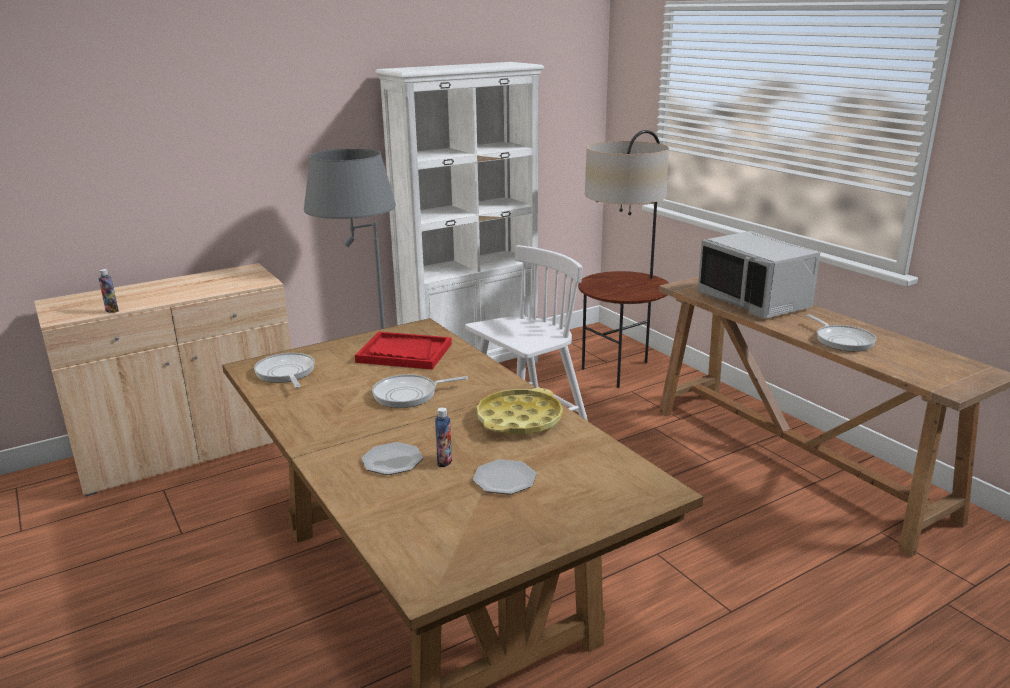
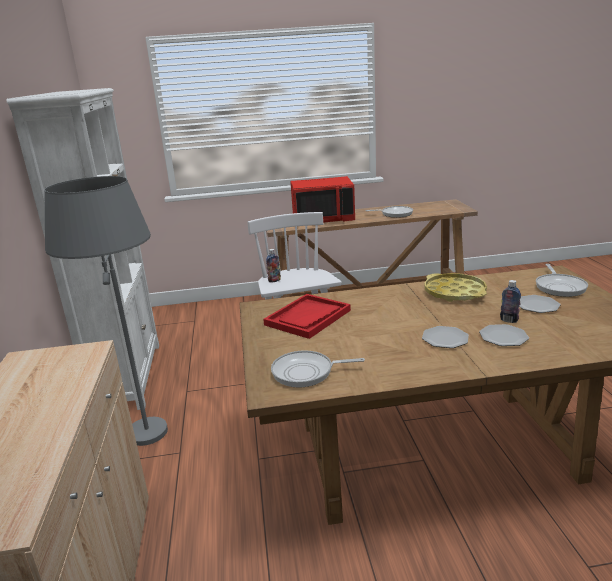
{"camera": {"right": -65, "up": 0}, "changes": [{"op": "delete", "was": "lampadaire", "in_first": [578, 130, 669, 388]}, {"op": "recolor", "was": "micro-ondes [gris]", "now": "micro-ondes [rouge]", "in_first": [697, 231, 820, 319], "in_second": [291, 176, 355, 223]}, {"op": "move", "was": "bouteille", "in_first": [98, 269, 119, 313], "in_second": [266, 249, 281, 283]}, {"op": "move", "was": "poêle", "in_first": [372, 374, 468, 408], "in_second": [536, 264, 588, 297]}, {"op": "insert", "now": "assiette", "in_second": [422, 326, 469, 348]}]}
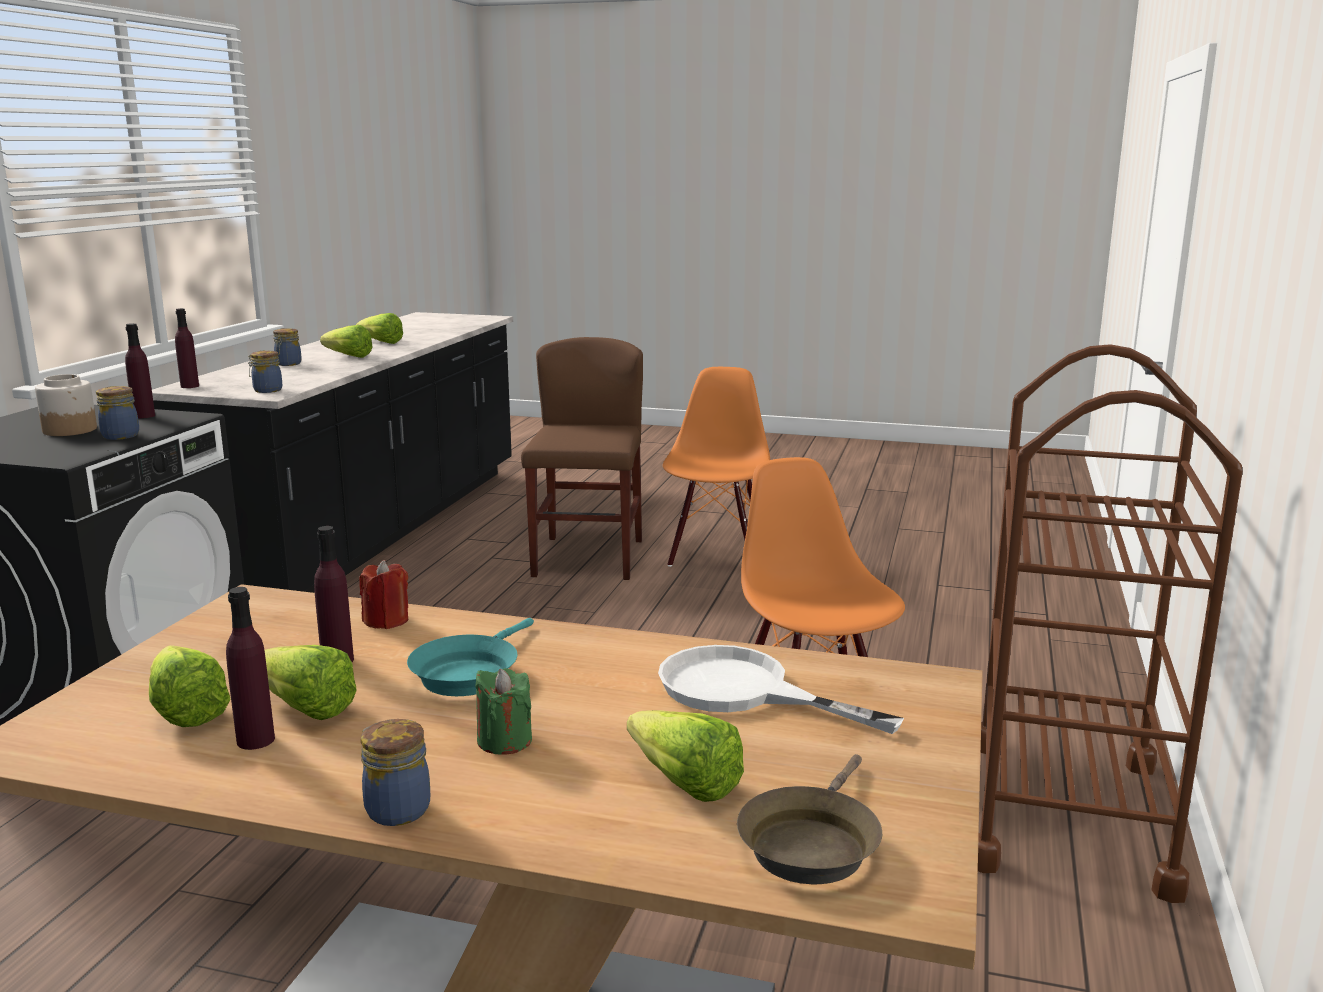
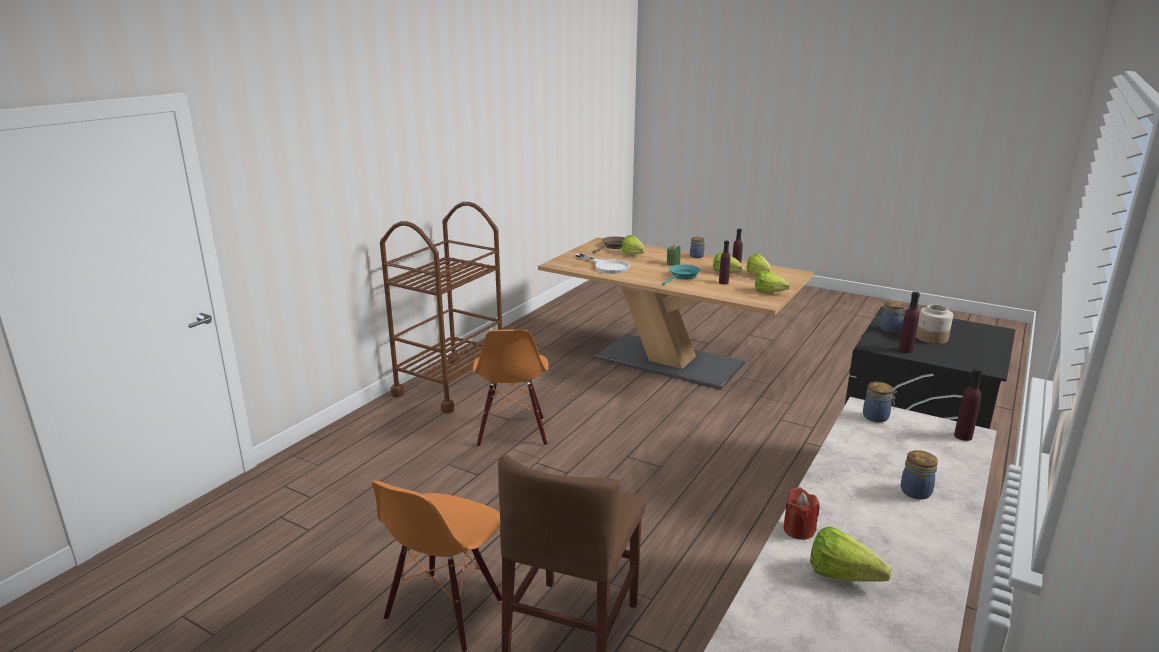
{"camera": {"right": -165, "up": 5}, "changes": [{"op": "move", "was": "laitue", "in_first": [320, 325, 373, 358], "in_second": [755, 270, 791, 293]}, {"op": "move", "was": "bougie [rouge]", "in_first": [359, 560, 408, 629], "in_second": [783, 487, 820, 540]}]}
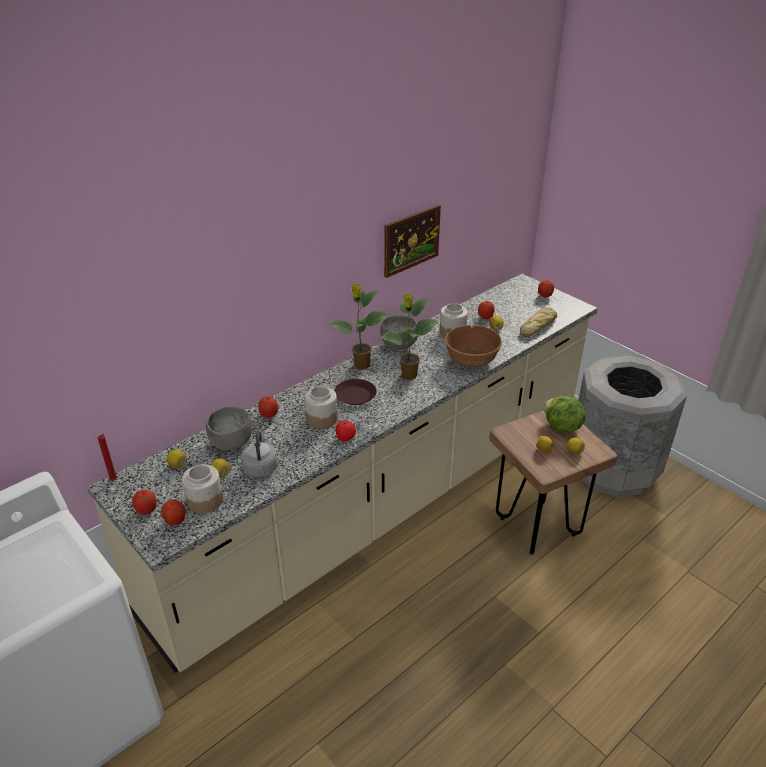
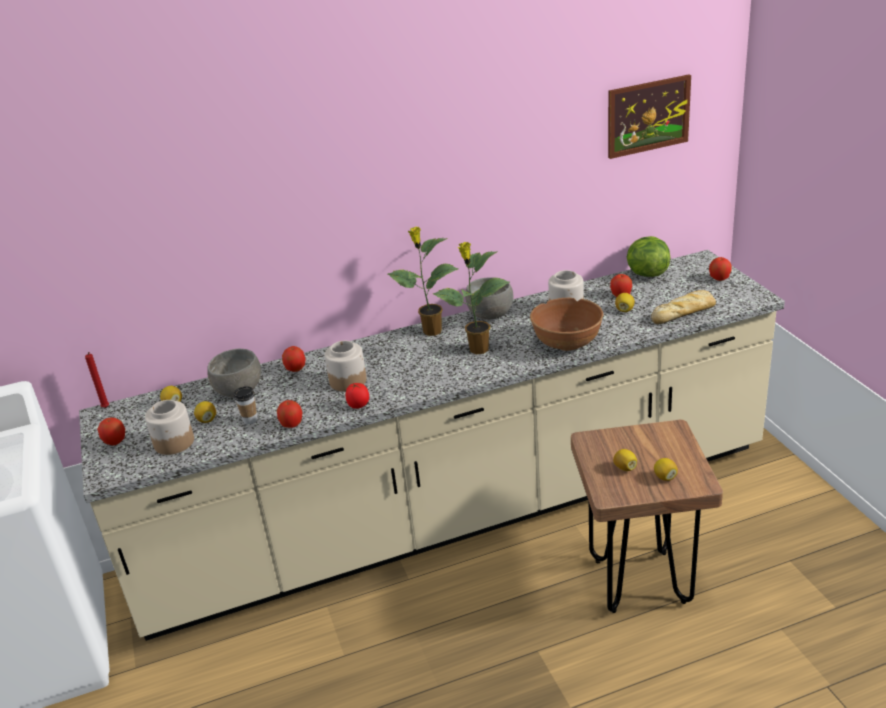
{"camera": {"right": 25, "up": -5}, "changes": [{"op": "move", "was": "tableau", "in_first": [384, 205, 441, 278], "in_second": [608, 74, 691, 159]}, {"op": "delete", "was": "poubelle [gris]", "in_first": [578, 355, 687, 497]}, {"op": "delete", "was": "assiette [marron]", "in_first": [334, 379, 377, 405]}, {"op": "move", "was": "laitue", "in_first": [543, 396, 586, 432], "in_second": [627, 236, 671, 277]}, {"op": "replace", "was": "bouilloire [gris]", "now": "tasse", "in_first": [241, 431, 278, 478], "in_second": [234, 386, 257, 424]}, {"op": "move", "was": "pomme", "in_first": [161, 500, 186, 526], "in_second": [277, 400, 302, 428]}]}
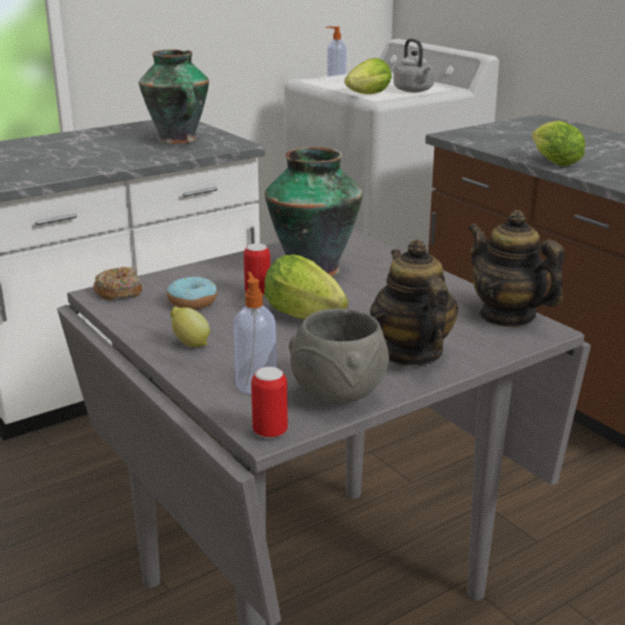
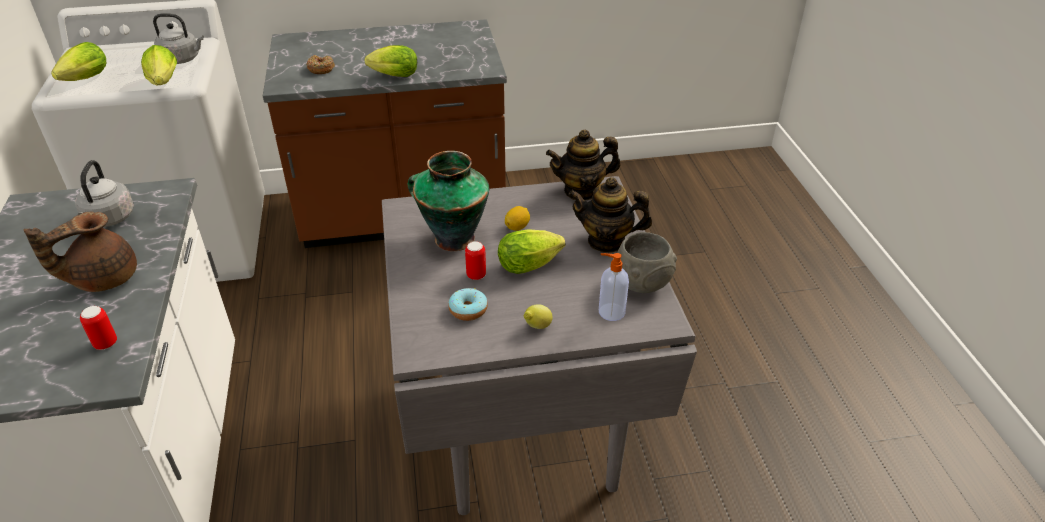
{"camera": {"right": -65, "up": 15}, "changes": [{"op": "replace", "was": "distributeur de savon", "now": "laitue", "in_first": [326, 26, 347, 83], "in_second": [51, 42, 106, 81]}, {"op": "replace", "was": "vase", "now": "bouilloire [gris]", "in_first": [139, 49, 209, 144], "in_second": [75, 160, 134, 227]}, {"op": "move", "was": "beignet", "in_first": [94, 267, 142, 301], "in_second": [307, 55, 335, 74]}, {"op": "move", "was": "boîte métallique", "in_first": [251, 367, 288, 438], "in_second": [80, 306, 117, 350]}, {"op": "insert", "now": "citron", "in_second": [505, 206, 530, 231]}, {"op": "insert", "now": "théière [marron]", "in_second": [24, 211, 137, 292]}]}
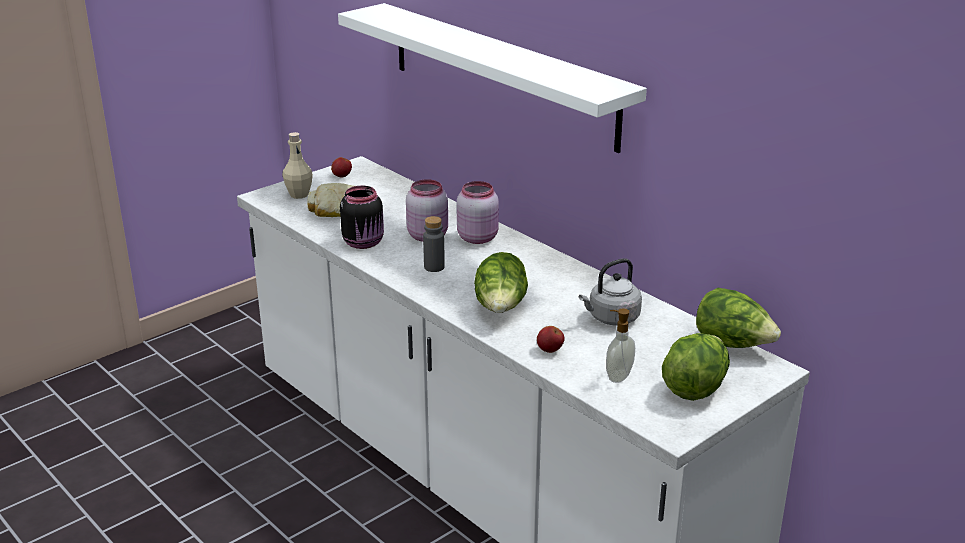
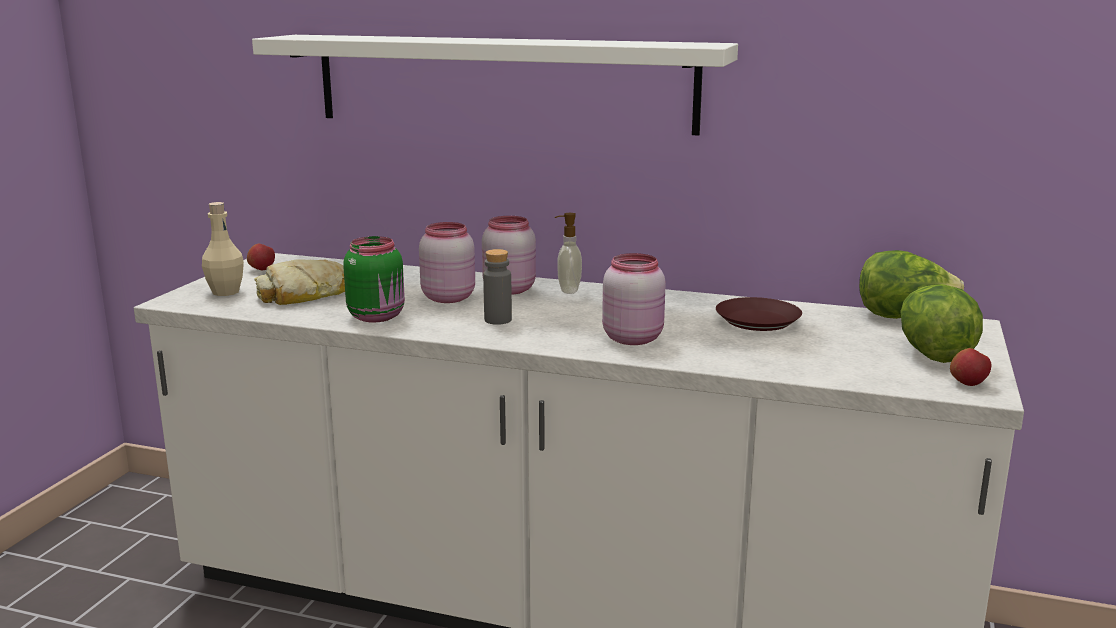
{"camera": {"right": -30, "up": -10}, "changes": [{"op": "recolor", "was": "bocal [noir]", "now": "bocal [vert]", "in_first": [340, 186, 384, 249], "in_second": [343, 236, 405, 322]}, {"op": "replace", "was": "laitue", "now": "bocal [rose]", "in_first": [474, 252, 528, 313], "in_second": [602, 253, 666, 345]}, {"op": "replace", "was": "bouilloire [gris]", "now": "assiette [marron]", "in_first": [579, 258, 642, 326], "in_second": [716, 297, 802, 331]}, {"op": "move", "was": "distributeur de savon", "in_first": [606, 308, 635, 383], "in_second": [555, 213, 582, 294]}, {"op": "move", "was": "pomme", "in_first": [537, 326, 565, 353], "in_second": [950, 348, 991, 386]}]}
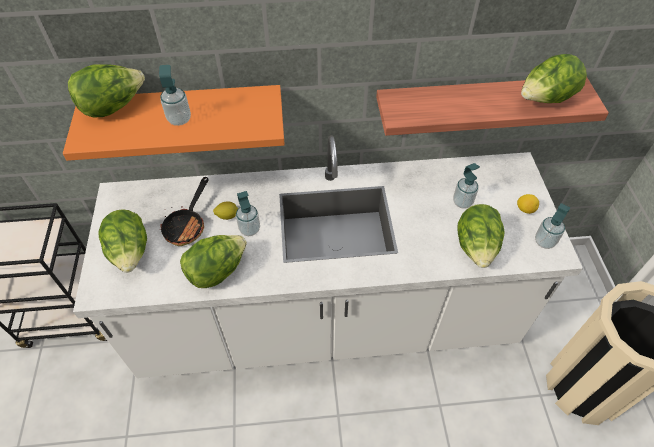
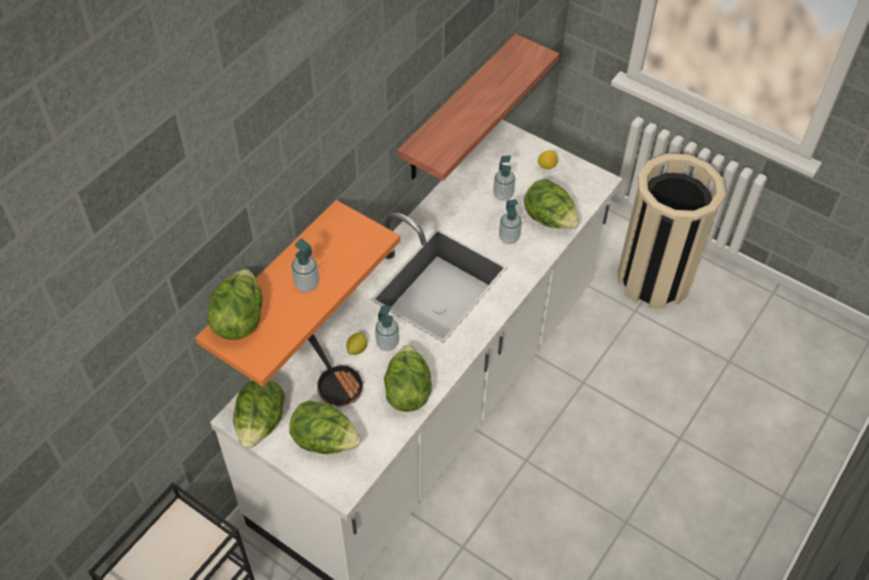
{"camera": {"right": -50, "up": 0}, "changes": [{"op": "move", "was": "laitue", "in_first": [521, 54, 587, 103], "in_second": [233, 380, 285, 448]}, {"op": "move", "was": "distributeur de savon", "in_first": [535, 203, 570, 249], "in_second": [499, 199, 522, 244]}]}
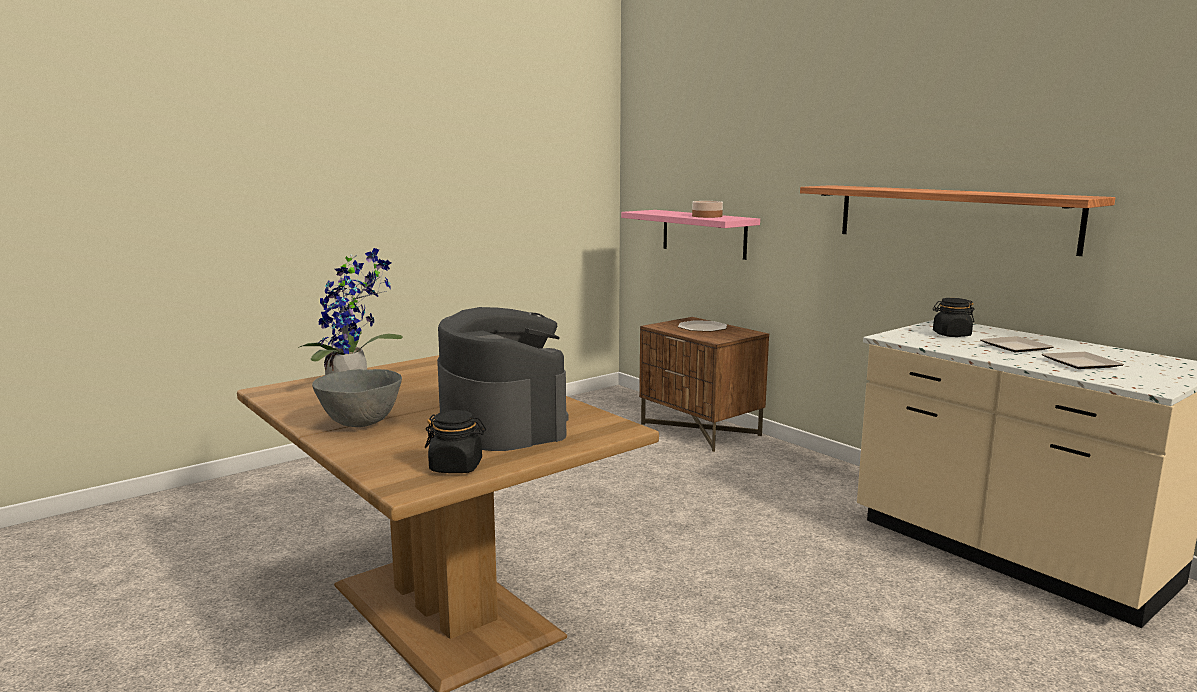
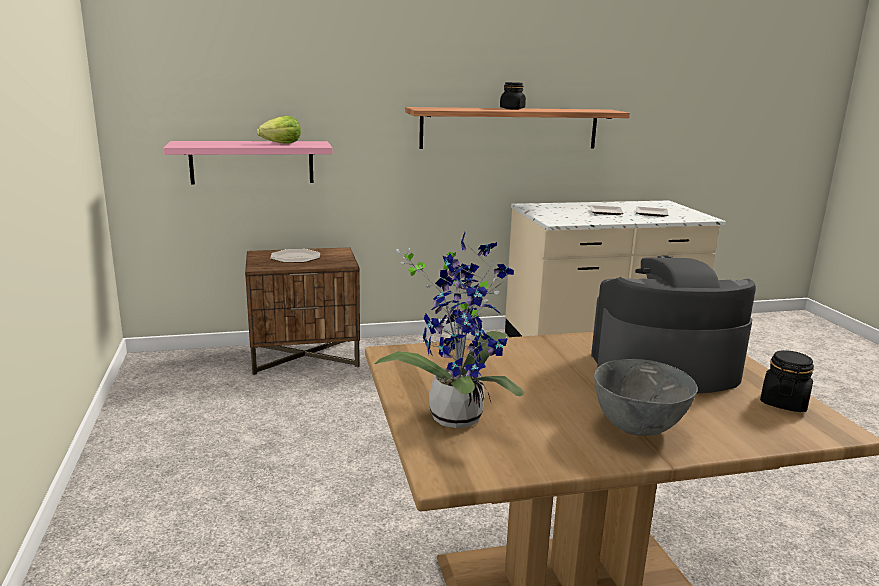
{"camera": {"right": -65, "up": 5}, "changes": [{"op": "replace", "was": "bol", "now": "laitue", "in_first": [692, 201, 723, 218], "in_second": [257, 116, 301, 144]}, {"op": "move", "was": "bocal [noir]", "in_first": [933, 298, 974, 337], "in_second": [500, 82, 526, 110]}]}
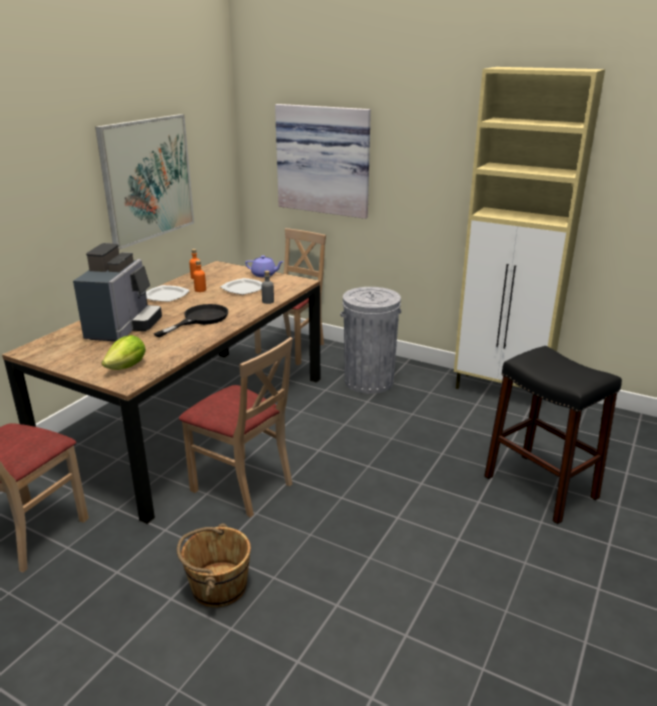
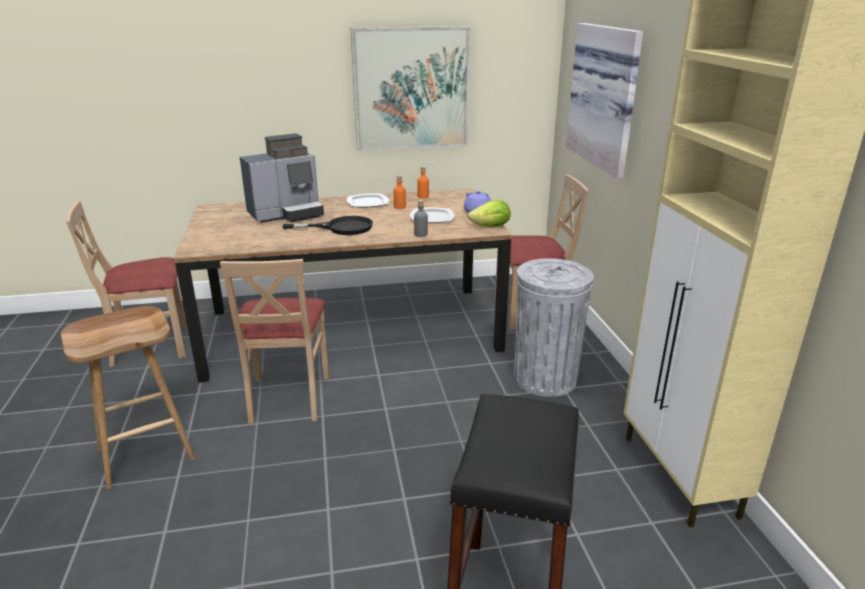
{"camera": {"right": 50, "up": 0}, "changes": [{"op": "move", "was": "laitue", "in_first": [102, 335, 146, 370], "in_second": [467, 200, 511, 227]}, {"op": "replace", "was": "seau [marron]", "now": "tabouret [marron]", "in_first": [177, 523, 251, 608], "in_second": [61, 306, 195, 489]}]}
